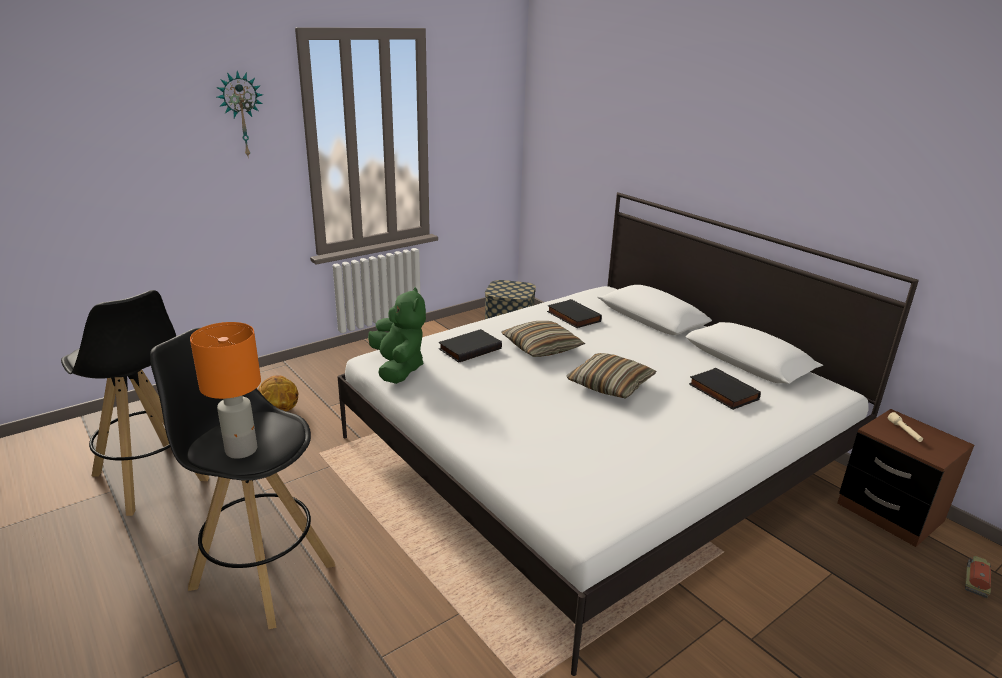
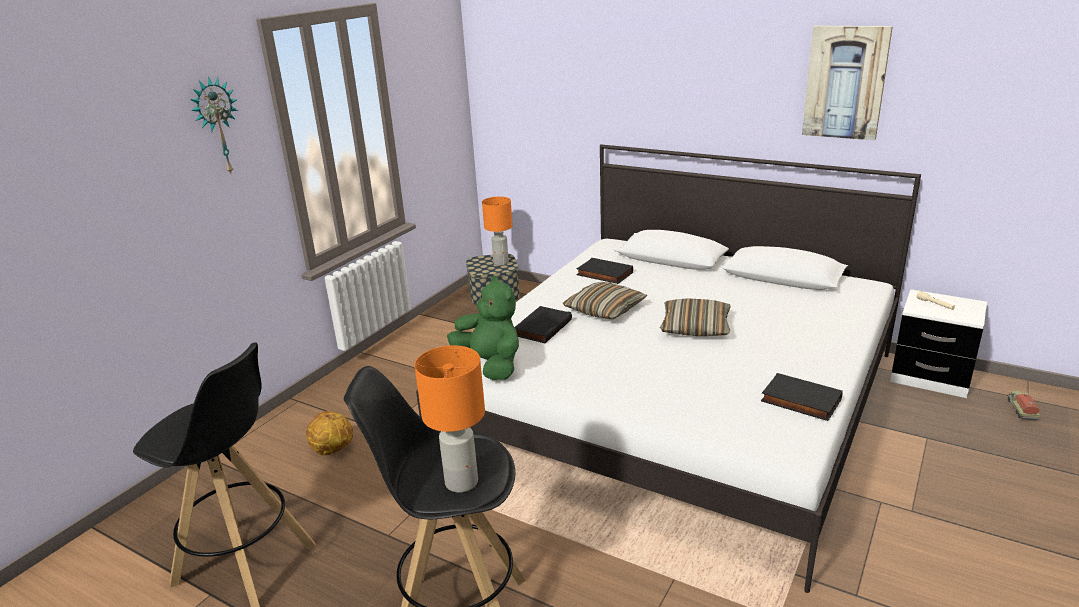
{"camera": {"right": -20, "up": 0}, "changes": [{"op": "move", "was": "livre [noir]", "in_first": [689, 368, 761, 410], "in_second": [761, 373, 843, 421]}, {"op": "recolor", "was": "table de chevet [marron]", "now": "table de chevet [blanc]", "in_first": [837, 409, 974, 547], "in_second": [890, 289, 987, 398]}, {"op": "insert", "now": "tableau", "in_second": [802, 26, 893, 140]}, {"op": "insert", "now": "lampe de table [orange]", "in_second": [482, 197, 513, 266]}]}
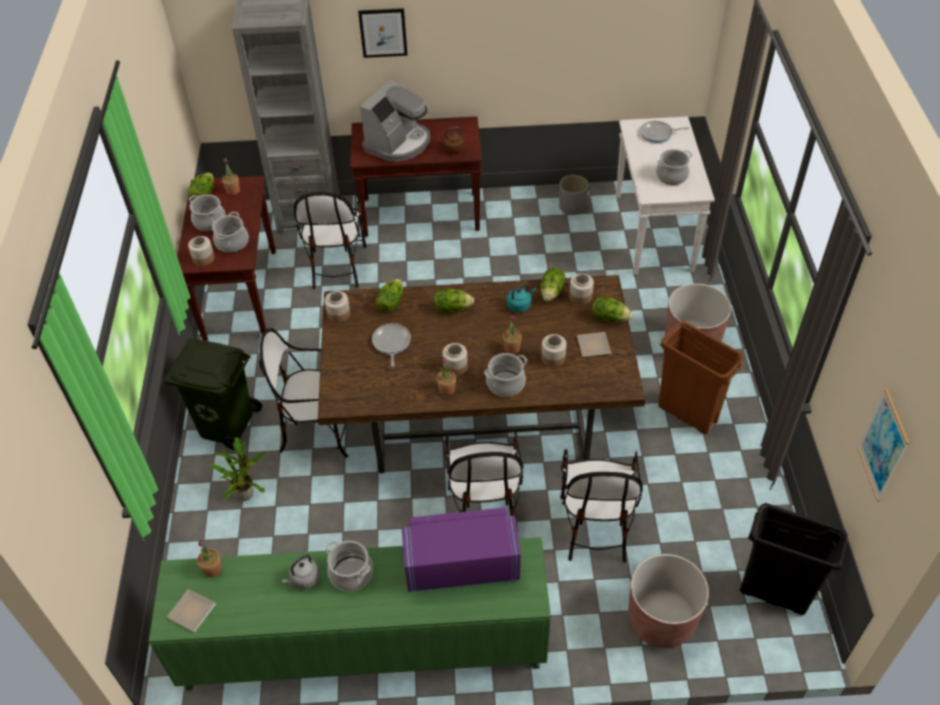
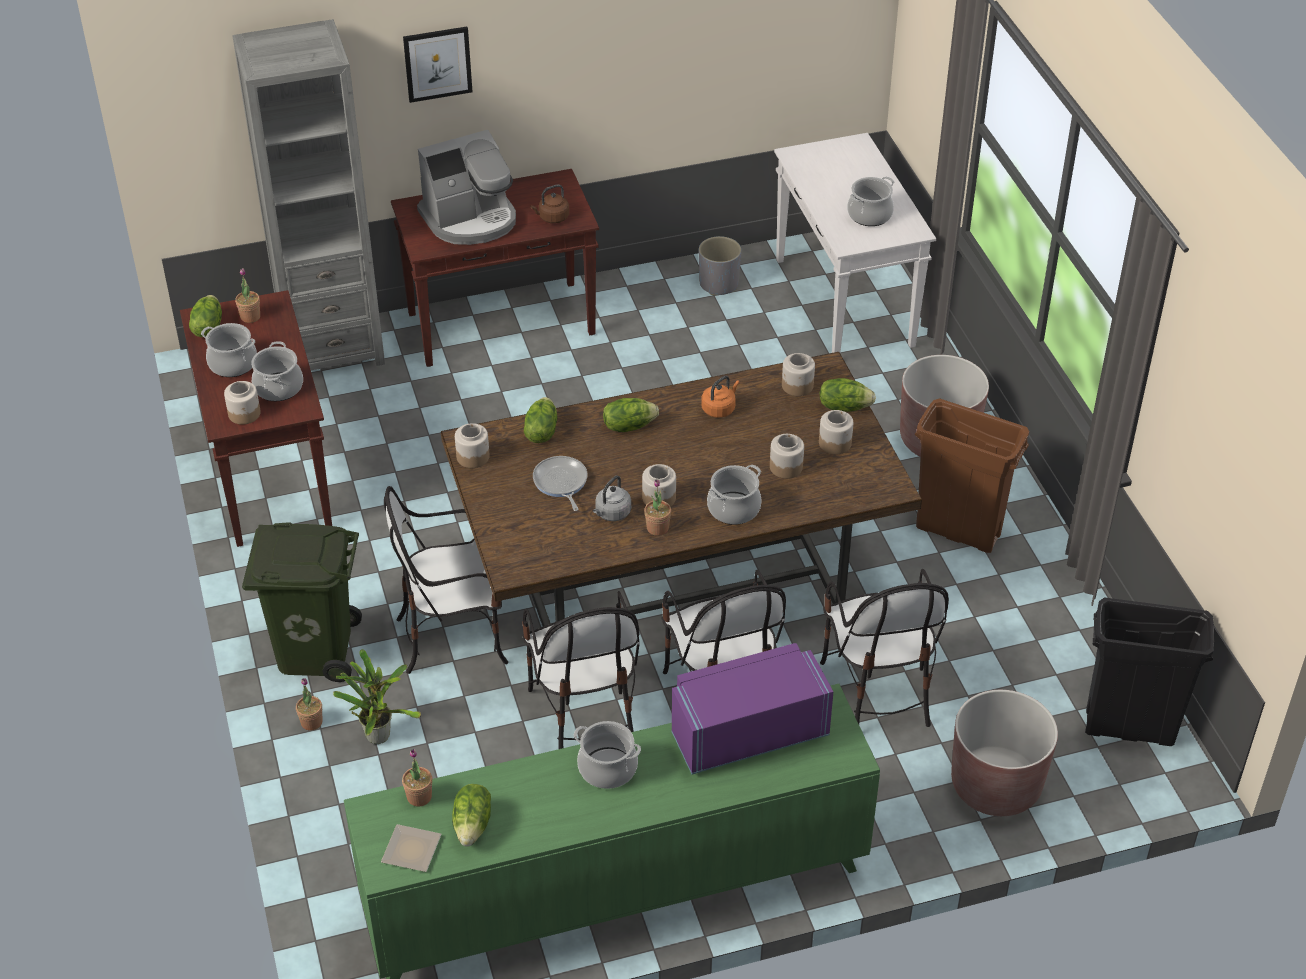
{"camera": {"right": -15, "up": -5}, "changes": [{"op": "rotate", "was": "machine à café", "in_first": [360, 80, 430, 161], "in_second": [417, 130, 516, 245], "clockwise": 45}, {"op": "delete", "was": "poêle", "in_first": [640, 121, 689, 143]}, {"op": "move", "was": "chaise", "in_first": [294, 192, 367, 289], "in_second": [522, 591, 640, 749]}, {"op": "move", "was": "laitue", "in_first": [541, 268, 565, 301], "in_second": [452, 784, 491, 847]}, {"op": "recolor", "was": "bouilloire [turquoise]", "now": "bouilloire [orange]", "in_first": [507, 283, 536, 312], "in_second": [701, 376, 740, 418]}, {"op": "move", "was": "plante en pot", "in_first": [503, 315, 522, 354], "in_second": [296, 678, 323, 730]}, {"op": "replace", "was": "assiette", "now": "bocal", "in_first": [577, 332, 611, 357], "in_second": [819, 410, 853, 454]}, {"op": "delete", "was": "tableau", "in_first": [858, 388, 910, 501]}, {"op": "move", "was": "bouilloire [gris]", "in_first": [281, 554, 320, 589], "in_second": [593, 476, 631, 521]}]}
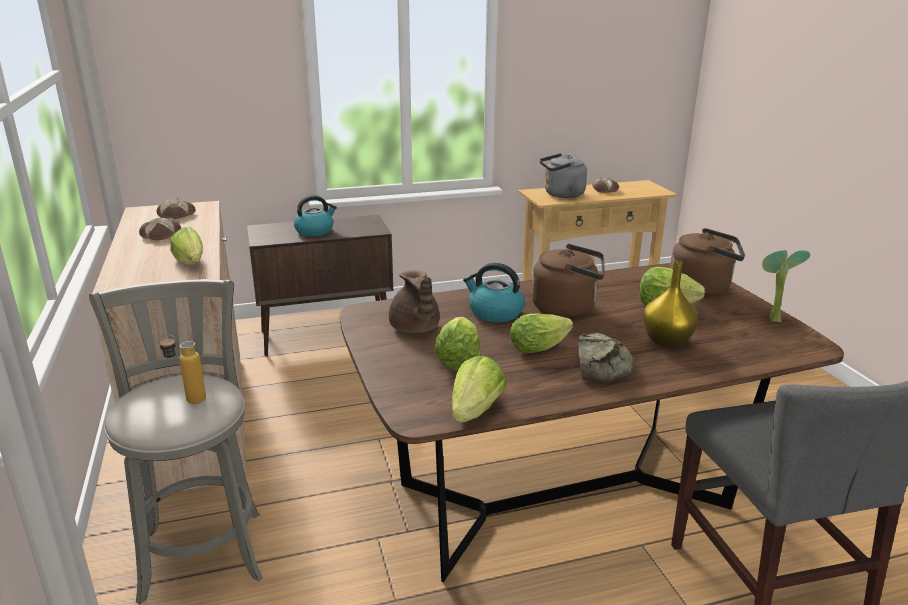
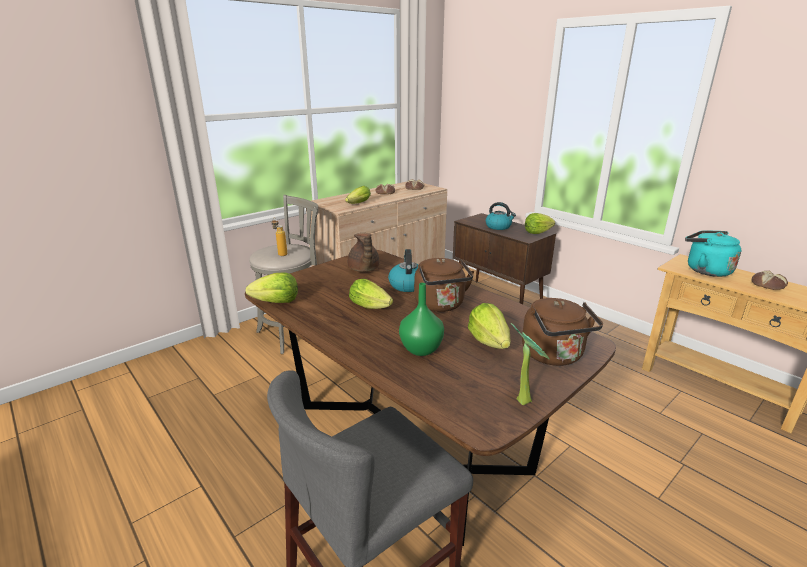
{"camera": {"right": 65, "up": 0}, "changes": [{"op": "recolor", "was": "bouilloire [gris]", "now": "bouilloire [turquoise]", "in_first": [540, 153, 587, 198], "in_second": [685, 230, 741, 277]}, {"op": "recolor", "was": "vase [jaune]", "now": "vase [vert]", "in_first": [643, 261, 698, 348], "in_second": [399, 283, 444, 356]}, {"op": "rotate", "was": "théière [marron]", "in_first": [389, 270, 440, 333], "in_second": [348, 233, 380, 272], "clockwise": -60}, {"op": "move", "was": "laitue", "in_first": [434, 317, 480, 371], "in_second": [525, 213, 555, 234]}, {"op": "delete", "was": "pain", "in_first": [578, 333, 635, 382]}]}
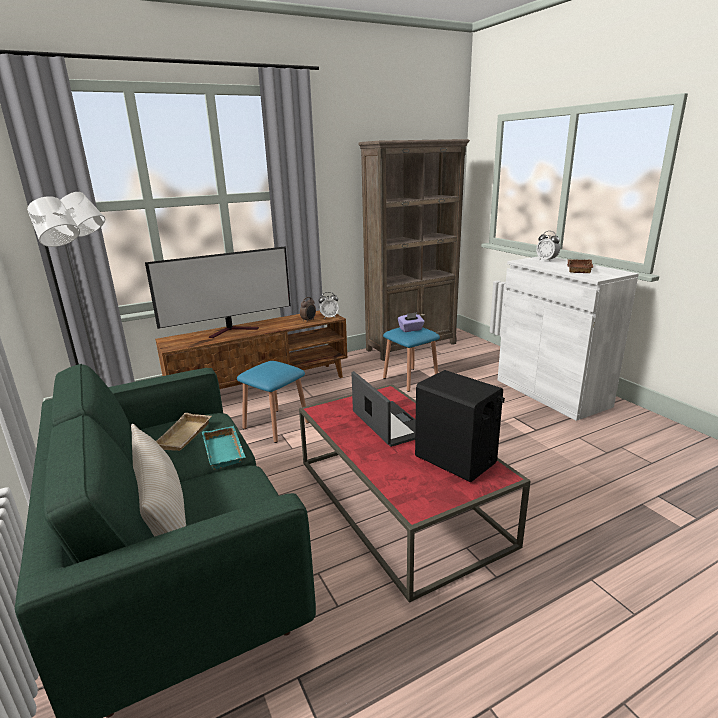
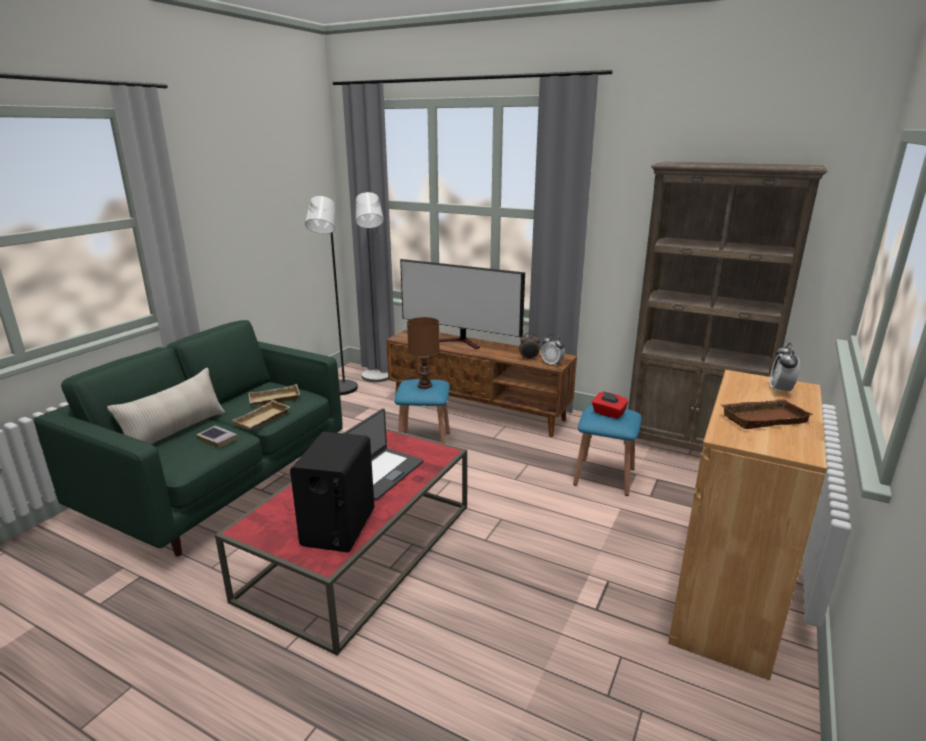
{"camera": {"right": 55, "up": 0}, "changes": [{"op": "recolor", "was": "meuble de rangement [blanc]", "now": "meuble de rangement [marron]", "in_first": [497, 256, 639, 421], "in_second": [668, 370, 827, 680]}, {"op": "recolor", "was": "boîte à mouchoirs [violet]", "now": "boîte à mouchoirs [rouge]", "in_first": [398, 313, 425, 332], "in_second": [592, 391, 628, 419]}, {"op": "recolor", "was": "plateau [turquoise]", "now": "plateau [beige]", "in_first": [202, 426, 246, 470], "in_second": [232, 400, 290, 430]}, {"op": "insert", "now": "lampe de table [marron]", "in_second": [407, 317, 440, 389]}, {"op": "insert", "now": "livre", "in_second": [196, 426, 238, 448]}]}
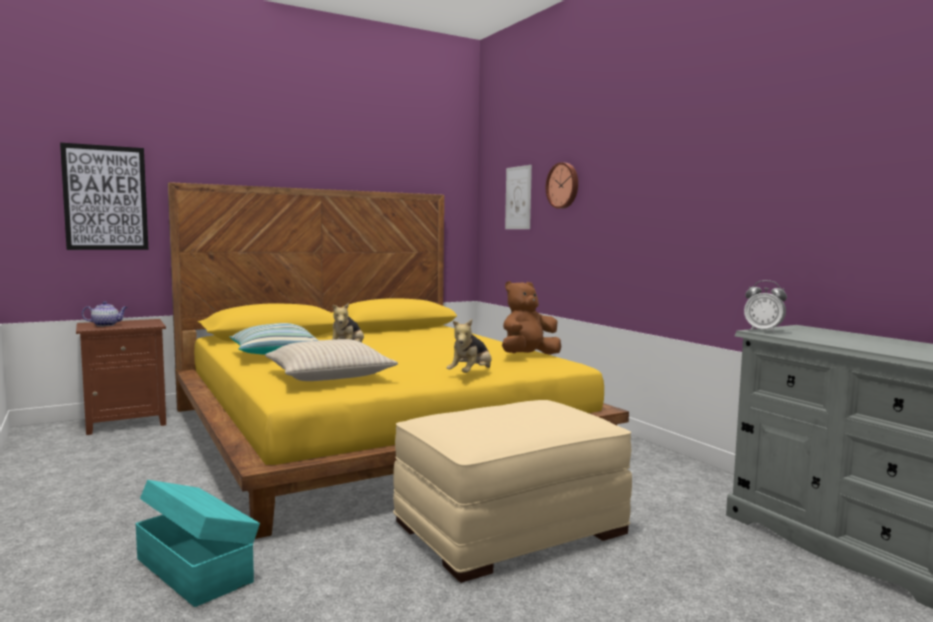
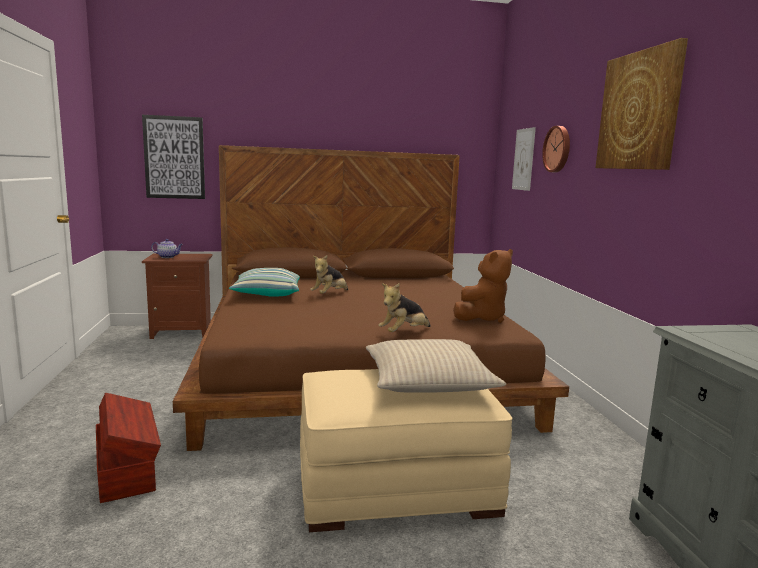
{"camera": {"right": 20, "up": 5}, "changes": [{"op": "recolor", "was": "lit [jaune]", "now": "lit [marron]", "in_first": [168, 182, 629, 539], "in_second": [173, 145, 569, 451]}, {"op": "delete", "was": "réveil", "in_first": [744, 280, 787, 333]}, {"op": "rotate", "was": "peluche [marron]", "in_first": [502, 281, 561, 355], "in_second": [453, 249, 513, 323], "clockwise": 150}, {"op": "move", "was": "coussin [beige]", "in_first": [265, 339, 398, 381], "in_second": [366, 339, 506, 393]}, {"op": "recolor", "was": "boîte de rangement [turquoise]", "now": "boîte de rangement [marron]", "in_first": [135, 480, 260, 607], "in_second": [96, 393, 161, 503]}, {"op": "insert", "now": "tableau", "in_second": [595, 38, 688, 170]}]}
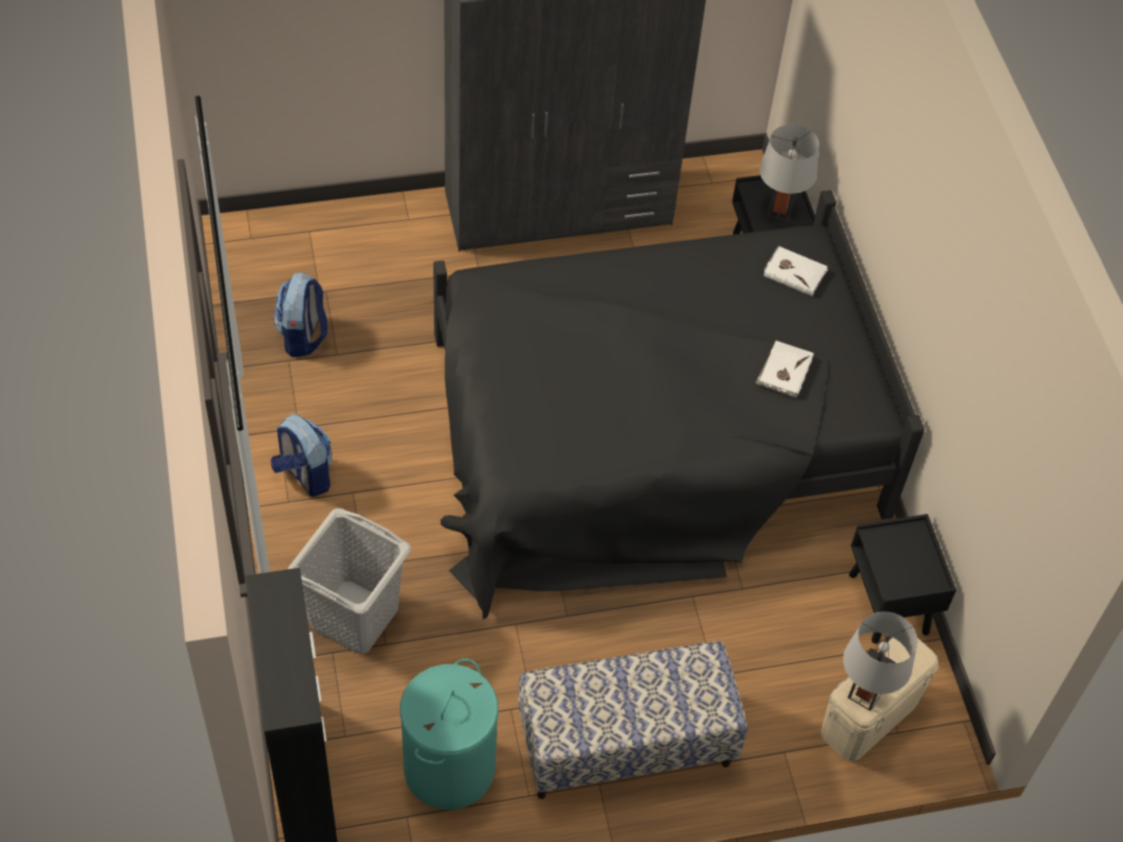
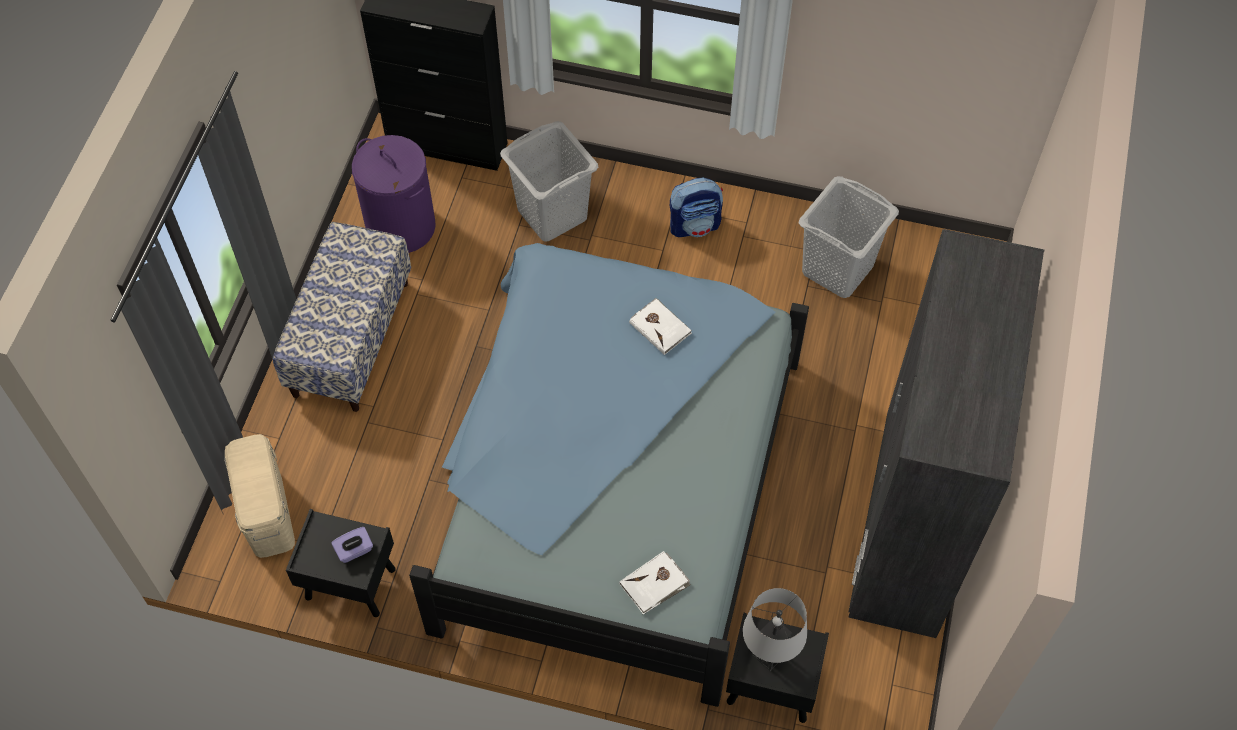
{"camera": {"right": 120, "up": 5}, "changes": [{"op": "recolor", "was": "lit [noir]", "now": "lit [bleu]", "in_first": [433, 190, 925, 619], "in_second": [409, 243, 809, 707]}, {"op": "replace", "was": "sac à dos", "now": "panier à linge [gris]", "in_first": [274, 273, 327, 357], "in_second": [799, 176, 899, 298]}, {"op": "move", "was": "livre [blanc]", "in_first": [755, 341, 814, 398], "in_second": [629, 298, 692, 355]}, {"op": "delete", "was": "lampe de table [gris]", "in_first": [843, 611, 918, 711]}, {"op": "recolor", "was": "panier à linge [turquoise]", "now": "panier à linge [violet]", "in_first": [400, 659, 498, 810], "in_second": [352, 135, 436, 253]}, {"op": "insert", "now": "boîte à mouchoirs [violet]", "in_second": [332, 527, 373, 563]}]}
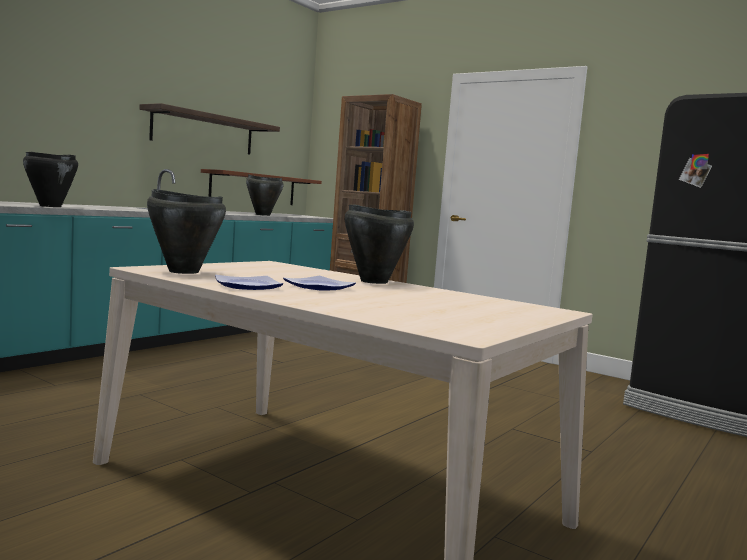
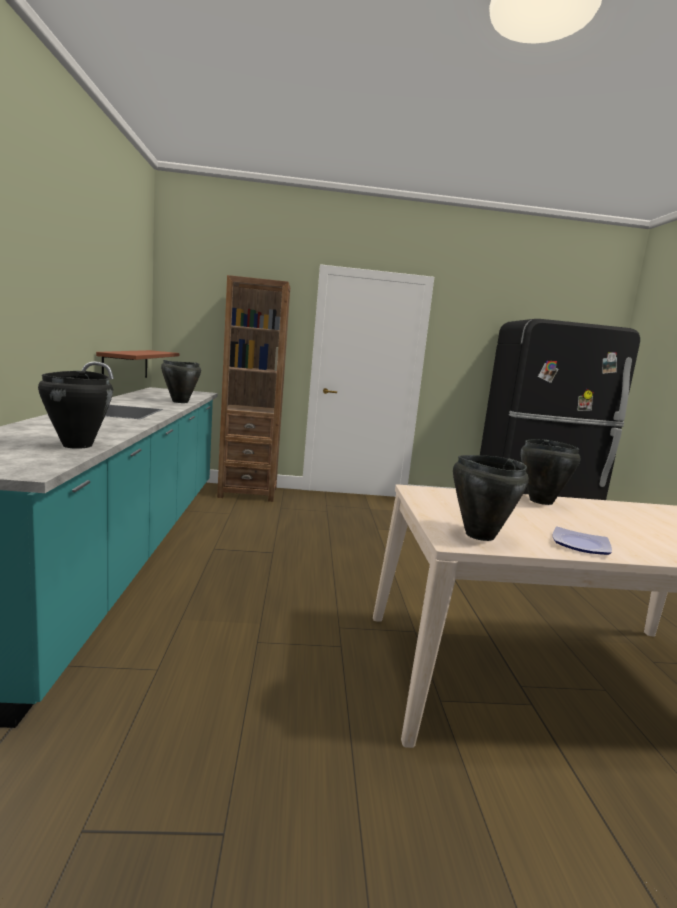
{"camera": {"right": -40, "up": 5}, "changes": [{"op": "delete", "was": "étagère", "in_first": [139, 103, 280, 155]}, {"op": "delete", "was": "assiette", "in_first": [283, 276, 356, 290]}]}
